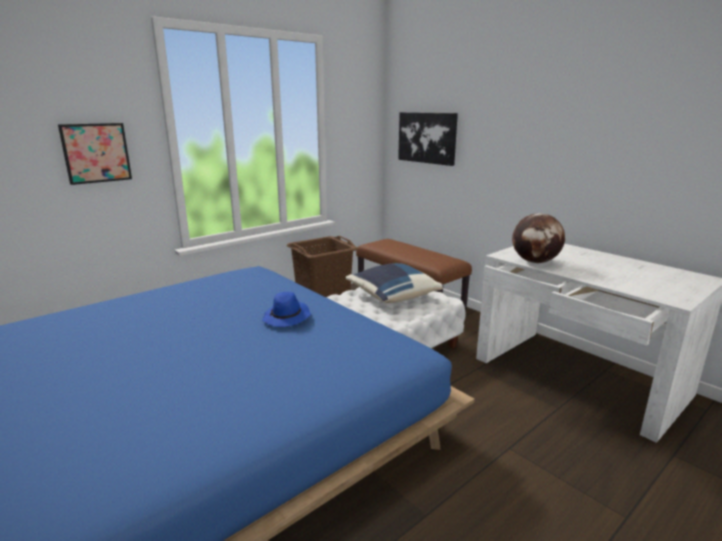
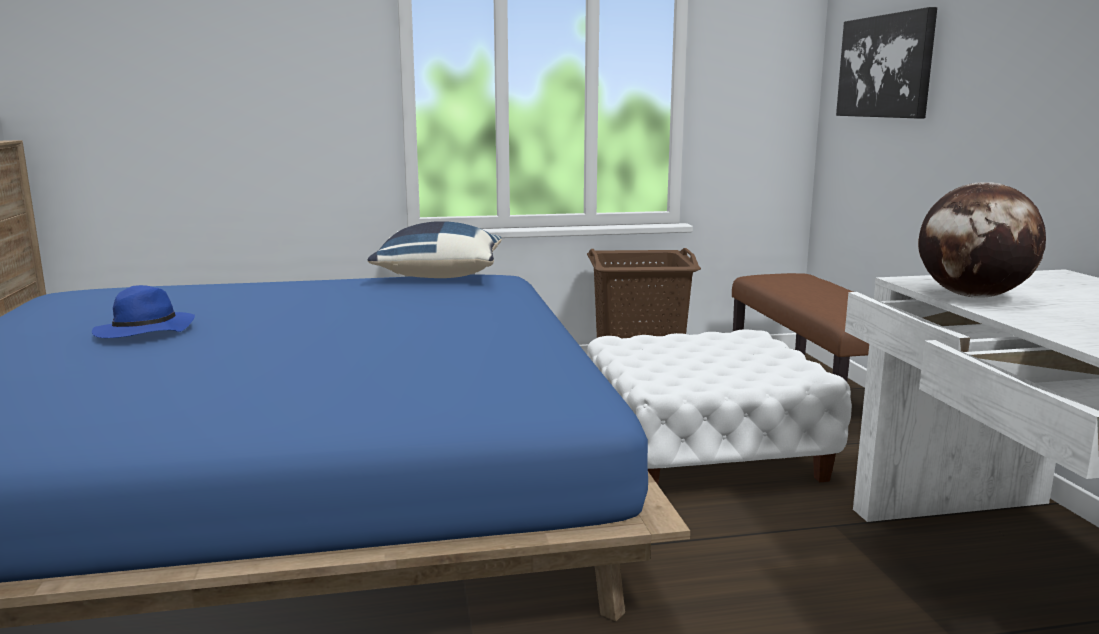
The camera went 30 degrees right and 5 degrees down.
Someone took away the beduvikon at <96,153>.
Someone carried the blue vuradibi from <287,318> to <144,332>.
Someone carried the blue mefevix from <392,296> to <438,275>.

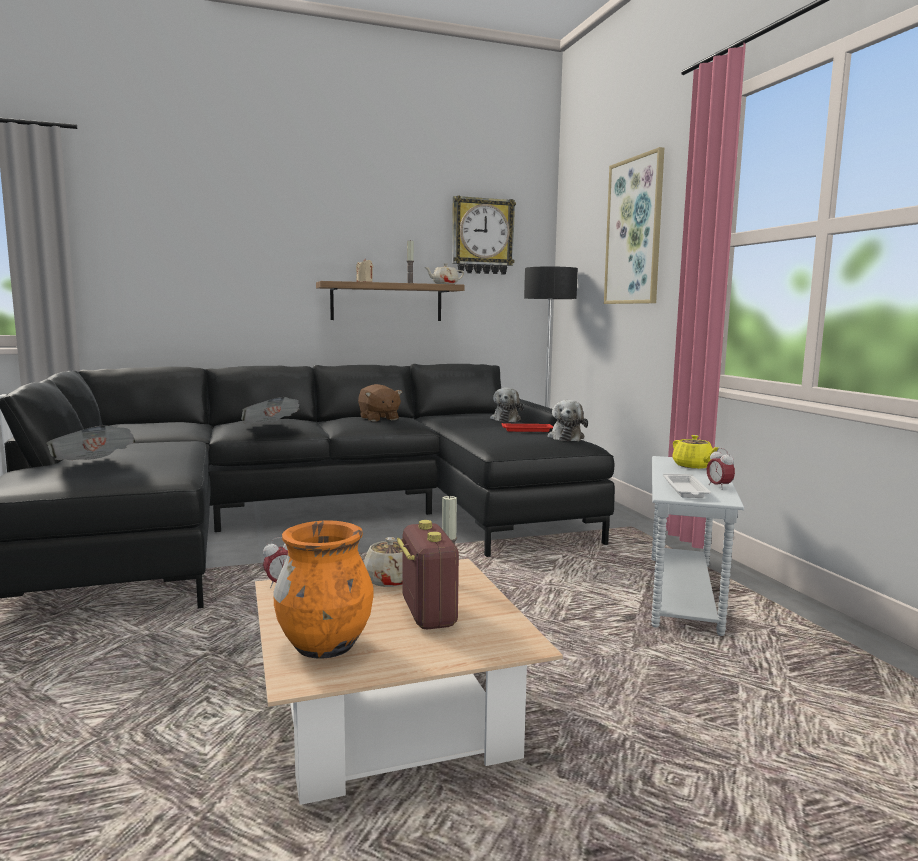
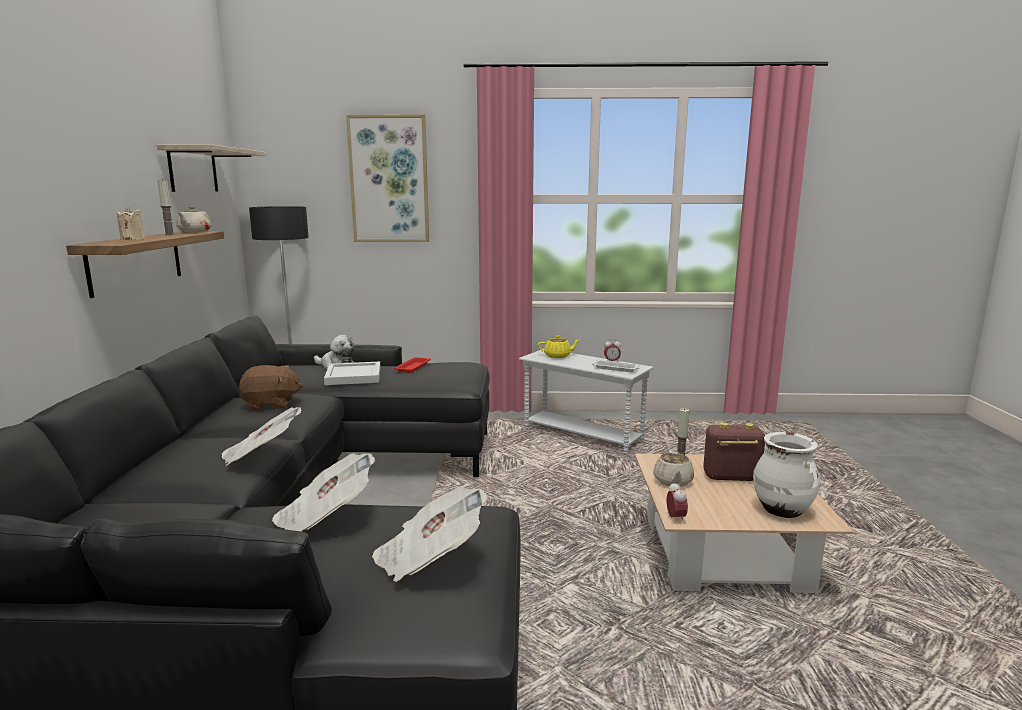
The camera went 70 degrees left and 5 degrees up.
Someone took away the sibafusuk at <566,437>.
Someone put down the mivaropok at <325,517>.
Someone put down the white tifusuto at <352,376>.
Someone swapped the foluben at <482,236> for the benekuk at <193,170>.
Someone repainted the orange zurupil at <325,646>, which became the white zurupil at <781,510>.

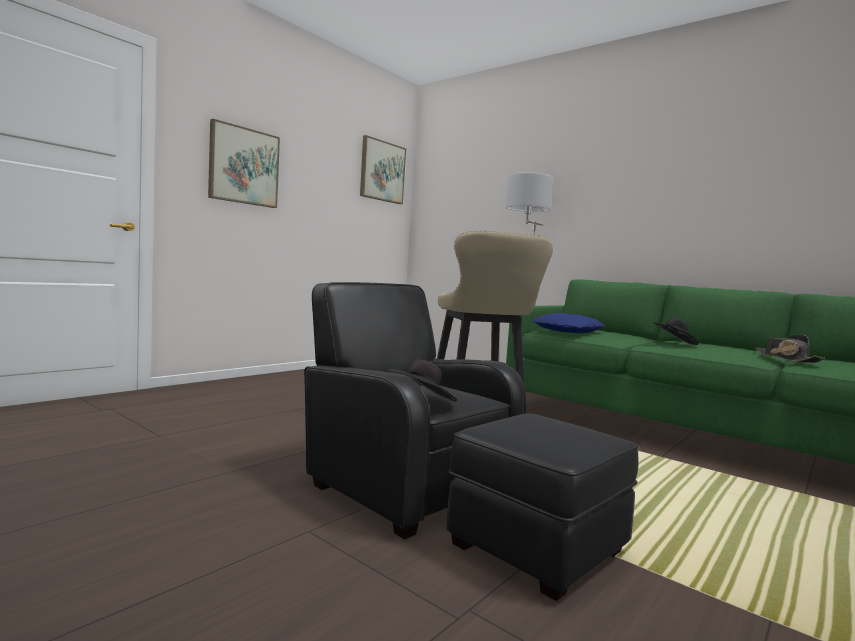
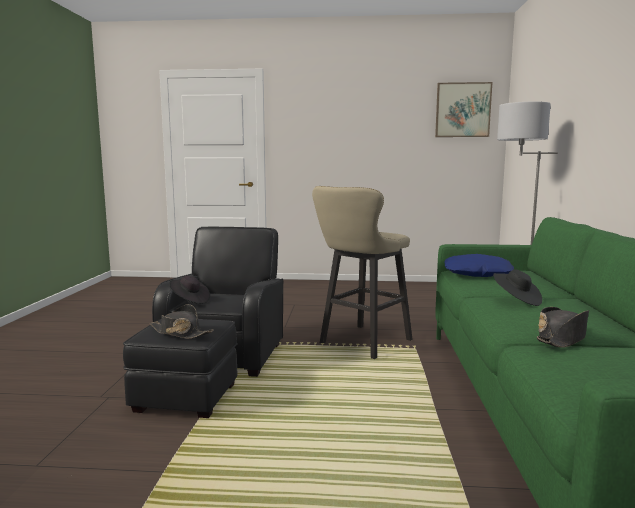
The camera went 55 degrees right and 5 degrees up.
Someone took away the beduvikon at <244,166>.
Someone put down the black vuradibi at <180,333>.

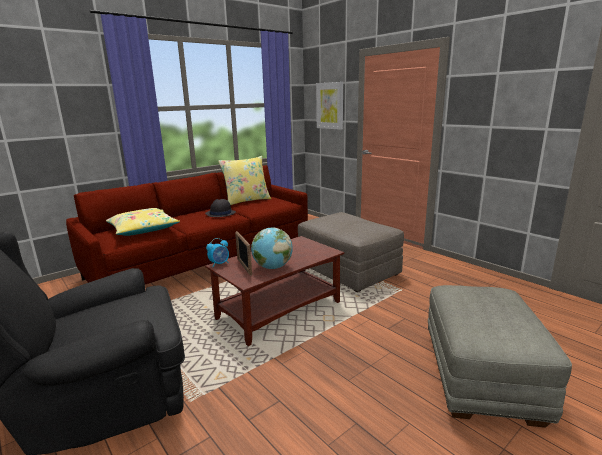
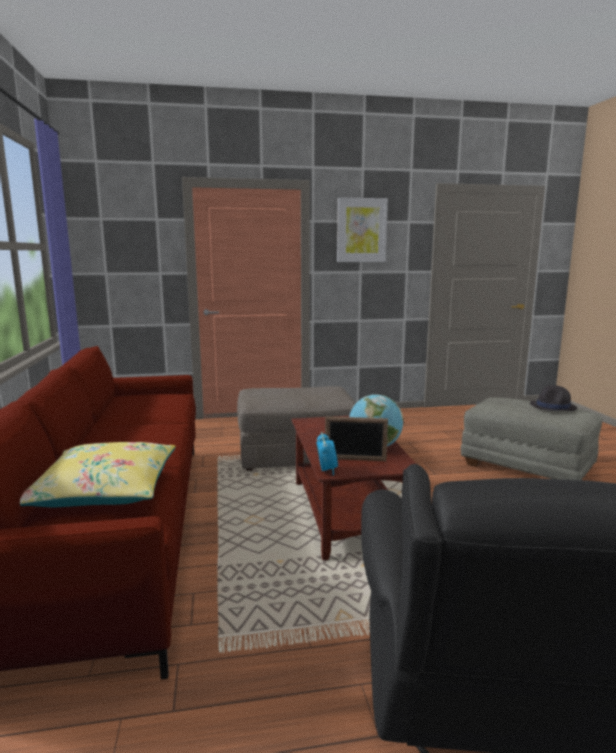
The camera went 60 degrees left and 5 degrees down.
Someone took away the yellow mefevix at <246,200>.
Someone carried the black vuradibi from <220,213> to <553,406>.
Someone carried the beduvikon from <330,106> to <361,230>.

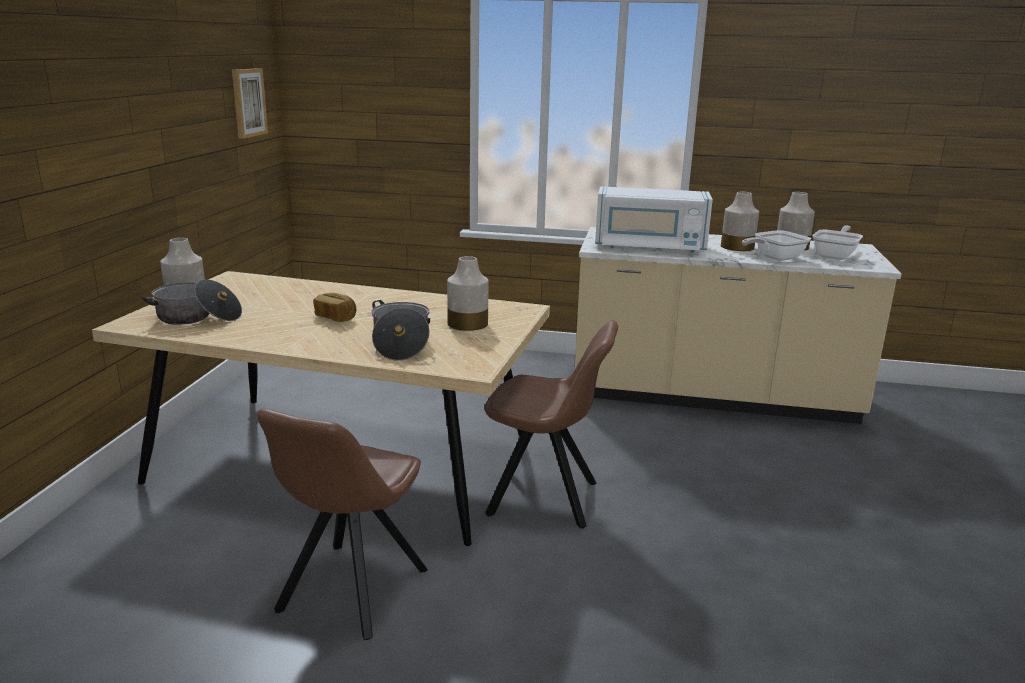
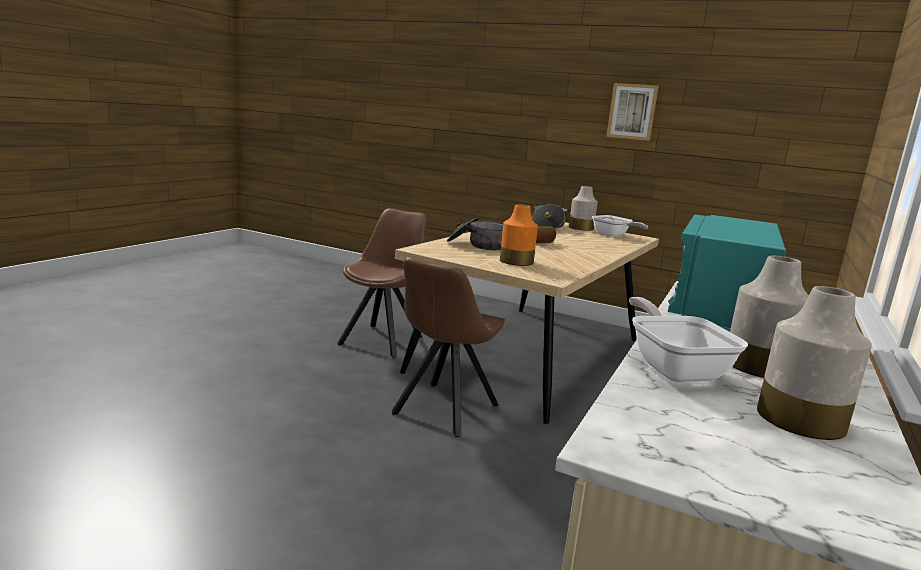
The camera went 105 degrees right and 5 degrees down.
Someone carried the beduvikon from <248,102> to <632,111>.
Someone carried the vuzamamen from <835,255> to <613,235>.
Someone repainted the beige zurupil at <467,323>, which became the orange zurupil at <516,261>.
Someone repainted the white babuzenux at <649,247>, which became the turquoise babuzenux at <719,311>.
Someone rotated the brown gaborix at <351,590> by 75 degrees clockwise.

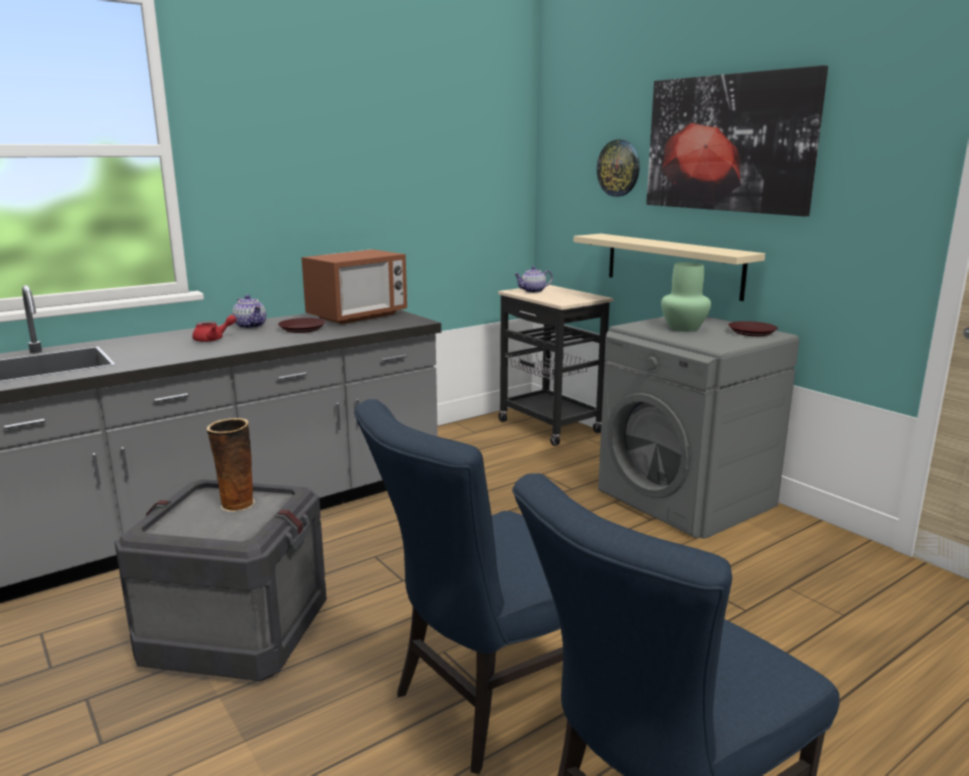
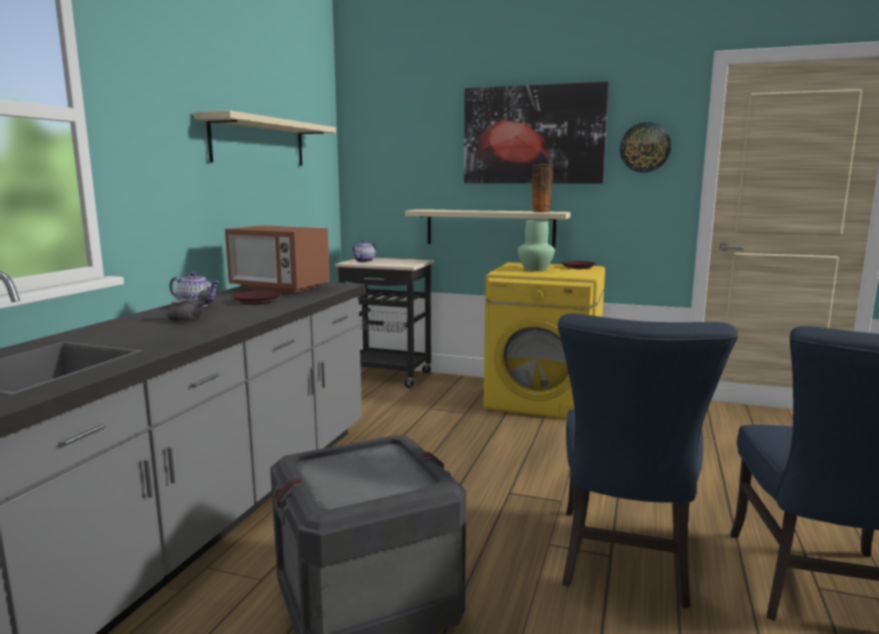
The camera went 35 degrees left and 5 degrees down.
Someone put up the beige benekuk at <259,142>.
Someone carried the zurupil from <236,505> to <541,212>.
Someone carried the foluben from <619,168> to <645,147>.
Someone repainted the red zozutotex at <213,339>, which became the grey zozutotex at <189,318>.
Someone repainted the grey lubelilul at <683,498>, which became the yellow lubelilul at <543,400>.
Someone rotated the babuzenux at <357,316> by 105 degrees clockwise.

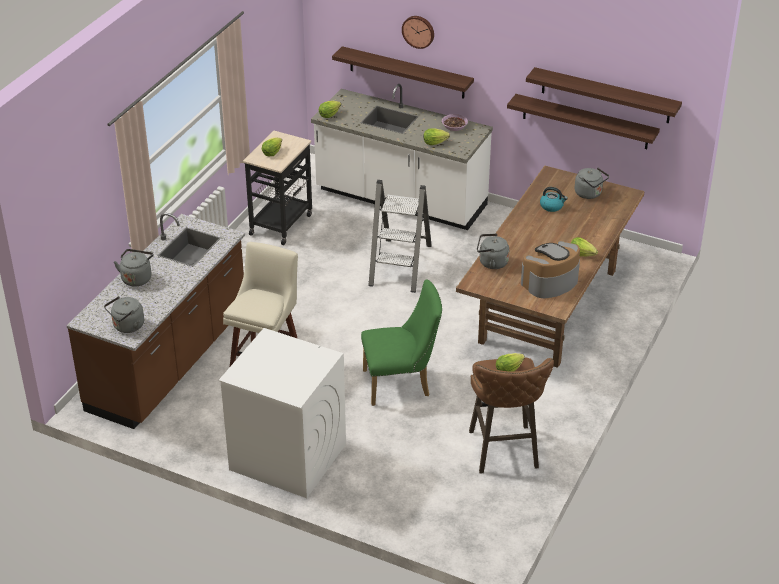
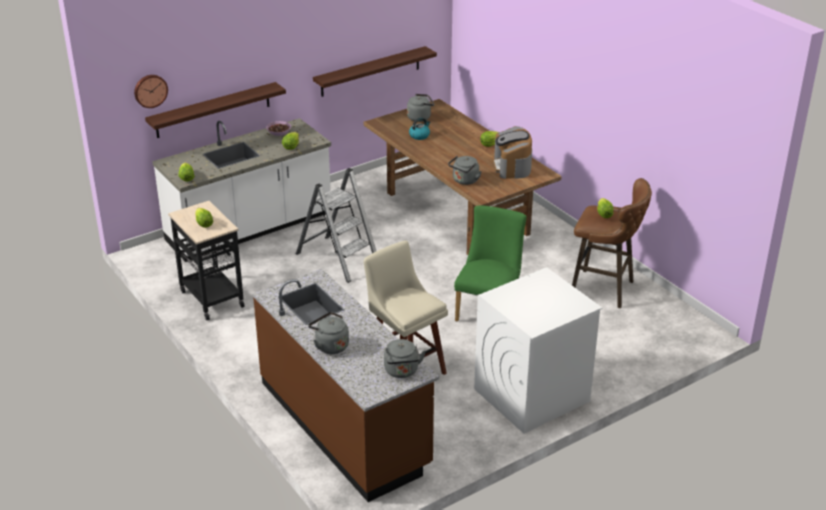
The camera went 60 degrees left and 5 degrees down.
Someone took away the benekuk at <605,95>.
Someone carried the foluben from <418,31> to <150,90>.

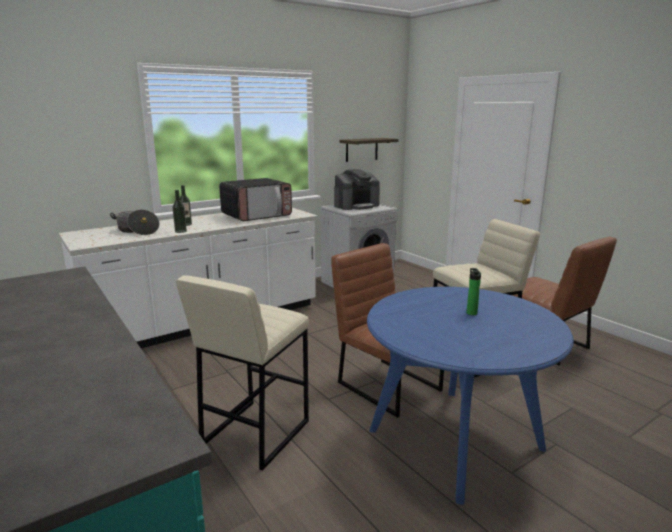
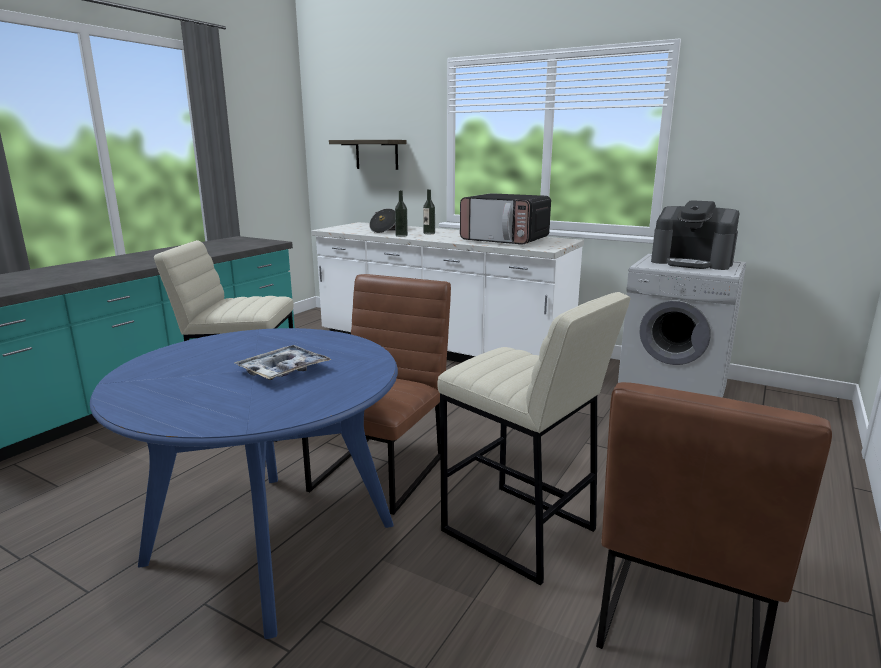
The camera went 65 degrees right and 0 degrees up.
Someone carried the benekuk from <361,149> to <376,154>.
Someone swapped the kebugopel at <471,312> for the tifusuto at <283,370>.

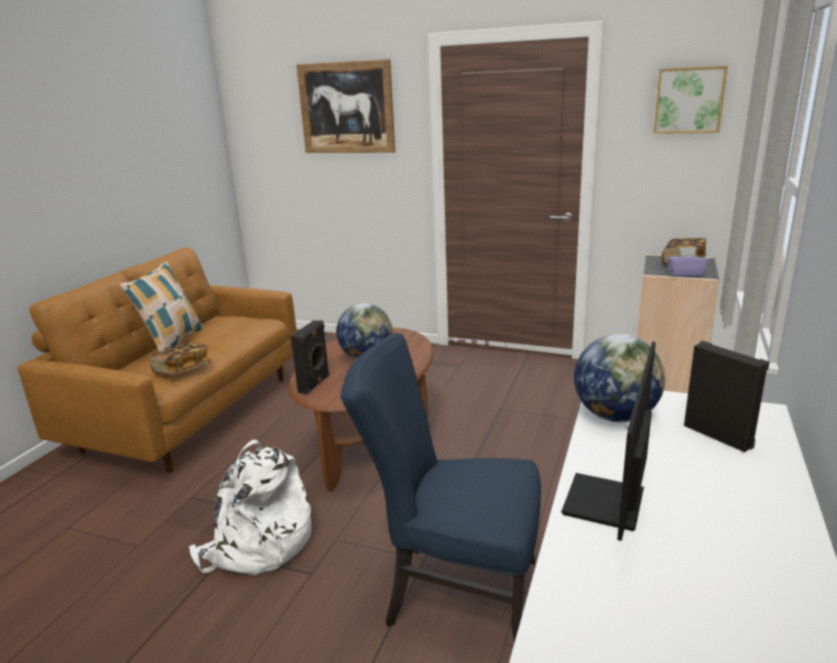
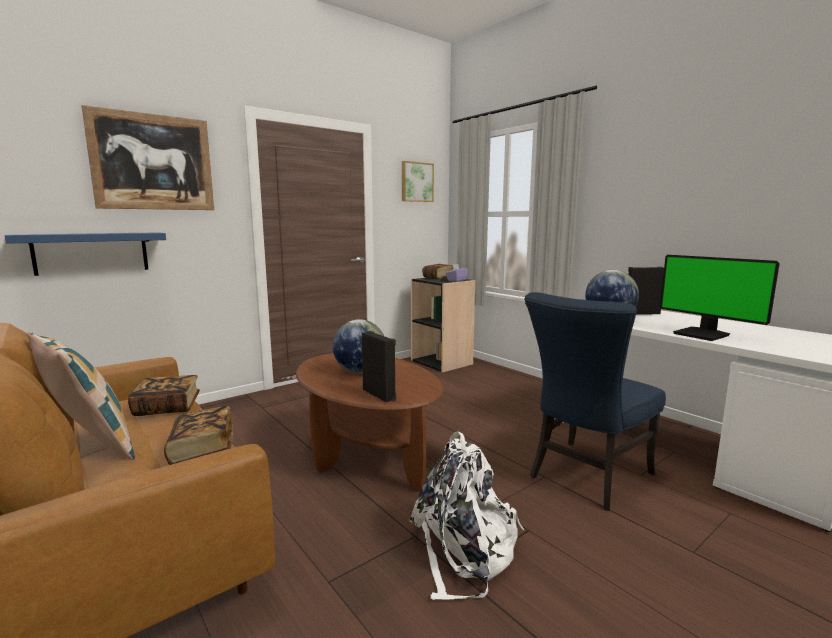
The camera went 60 degrees left and 10 degrees down.
Someone put up the blue benekuk at <92,253>.
Someone put down the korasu at <167,408>.

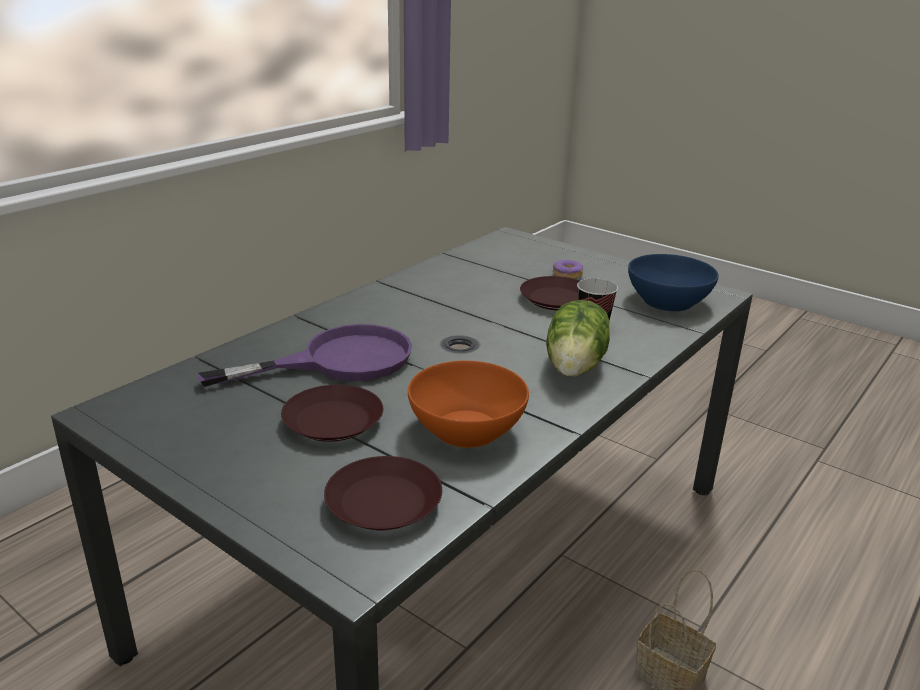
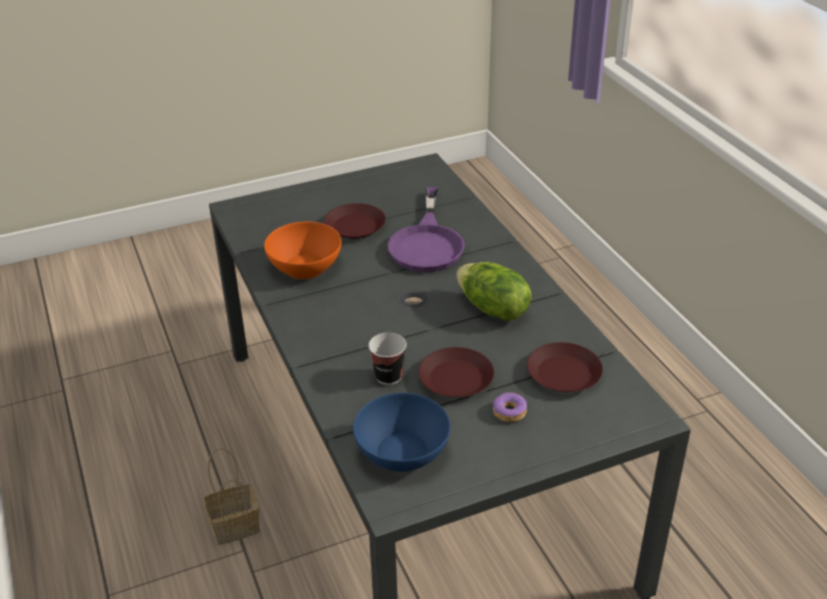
The camera went 120 degrees right and 10 degrees up.
Someone carried the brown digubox from <383,502> to <564,374>.
Someone carried the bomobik from <576,366> to <492,309>.

